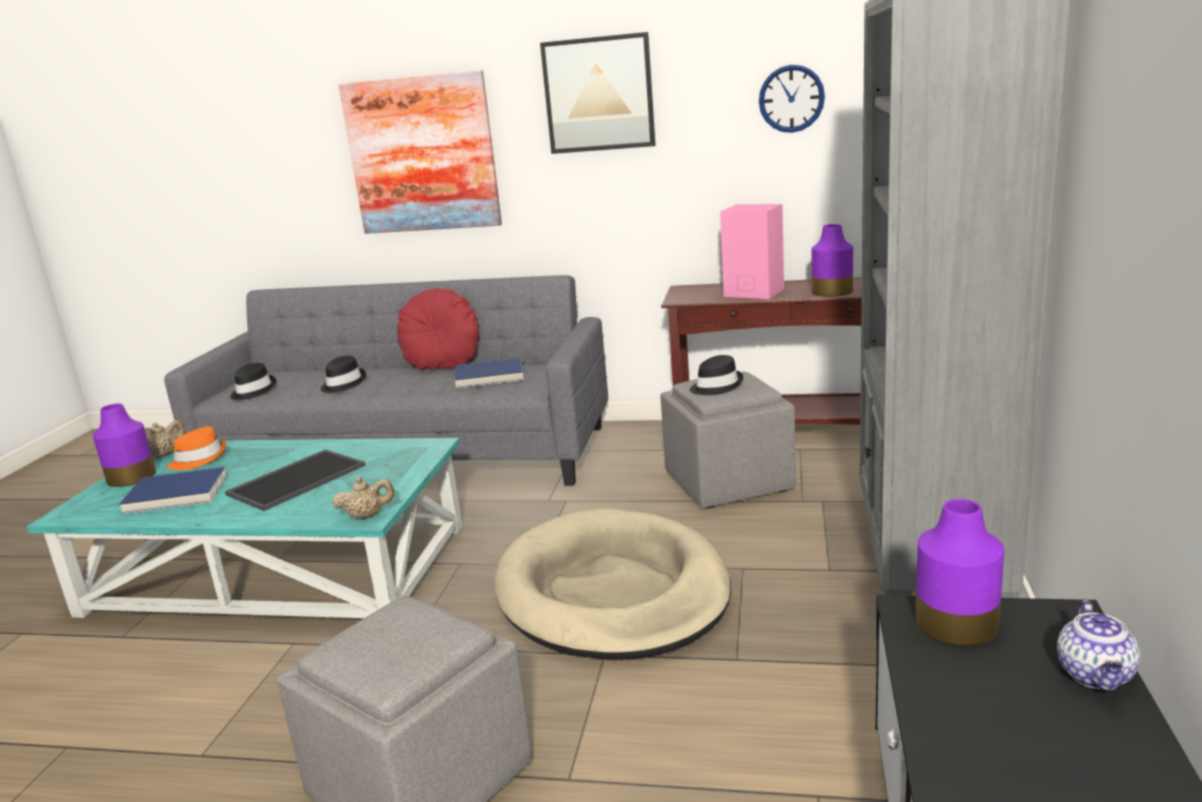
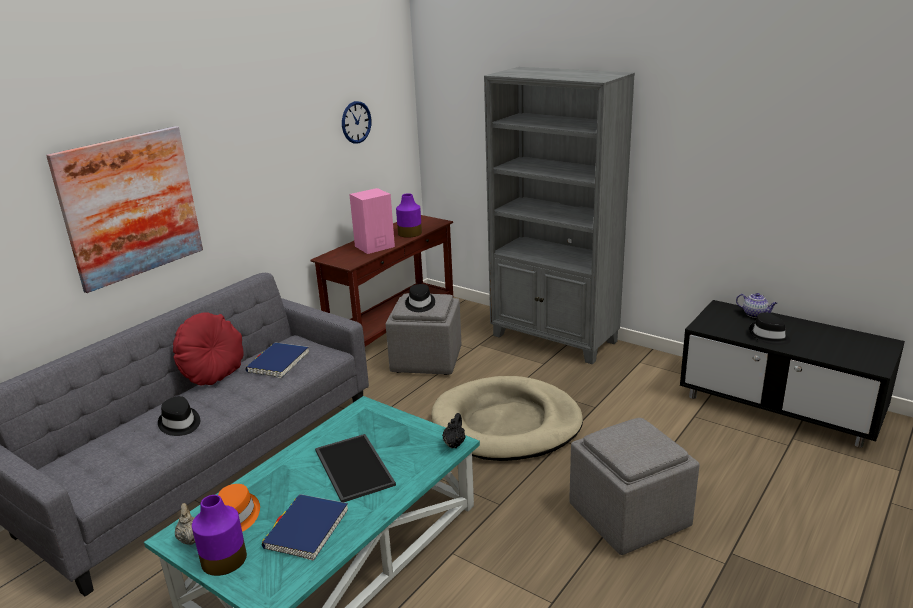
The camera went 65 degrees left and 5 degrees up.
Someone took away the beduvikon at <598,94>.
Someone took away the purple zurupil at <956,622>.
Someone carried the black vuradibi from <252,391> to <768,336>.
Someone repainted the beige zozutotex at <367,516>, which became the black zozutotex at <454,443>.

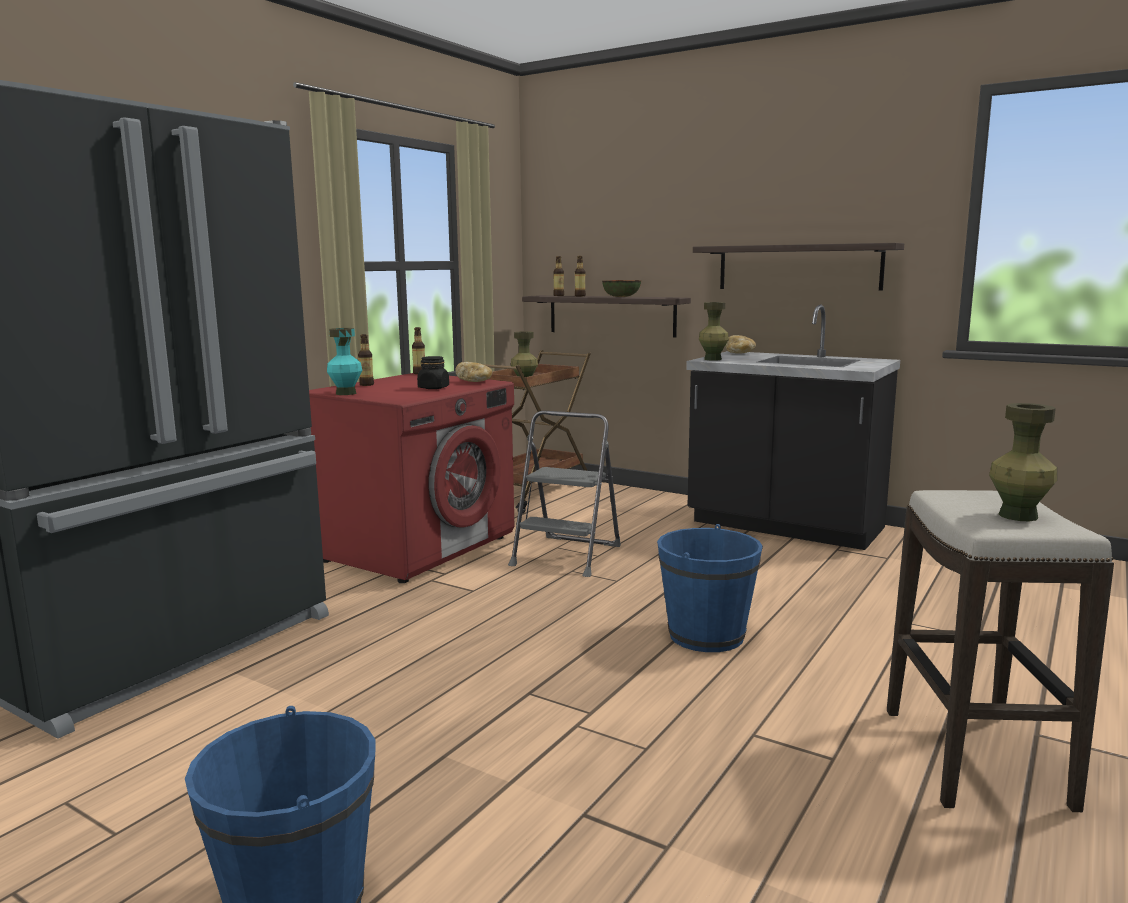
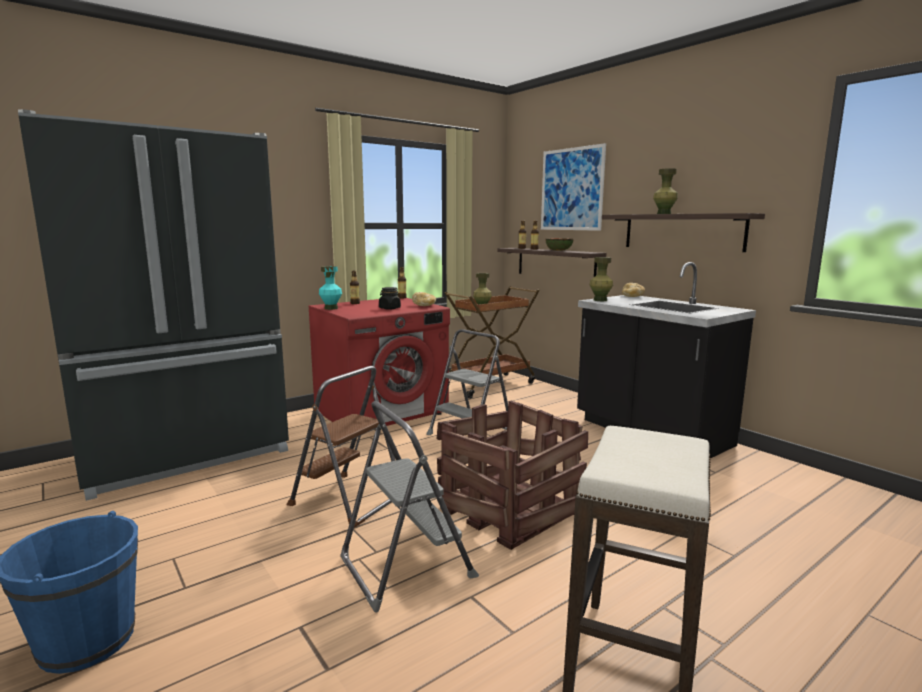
The camera went 20 degrees right and 0 degrees up.
Someone put down the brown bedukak at <350,501>.
Someone put down the grey bedukak at <401,567>.
Someone put up the beduvikon at <571,189>.
Someone carried the green zurupil from <1018,516> to <664,214>.
Someone swapped the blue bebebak at <706,635> for the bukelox at <510,510>.

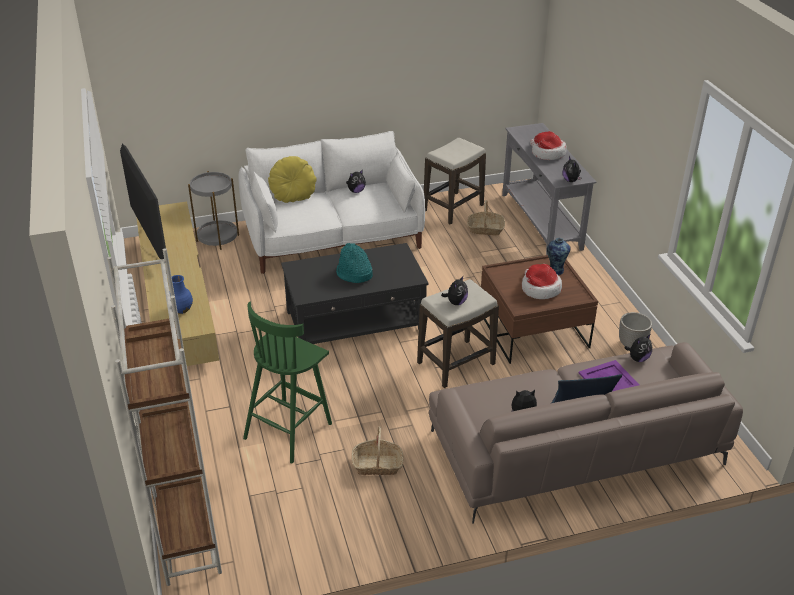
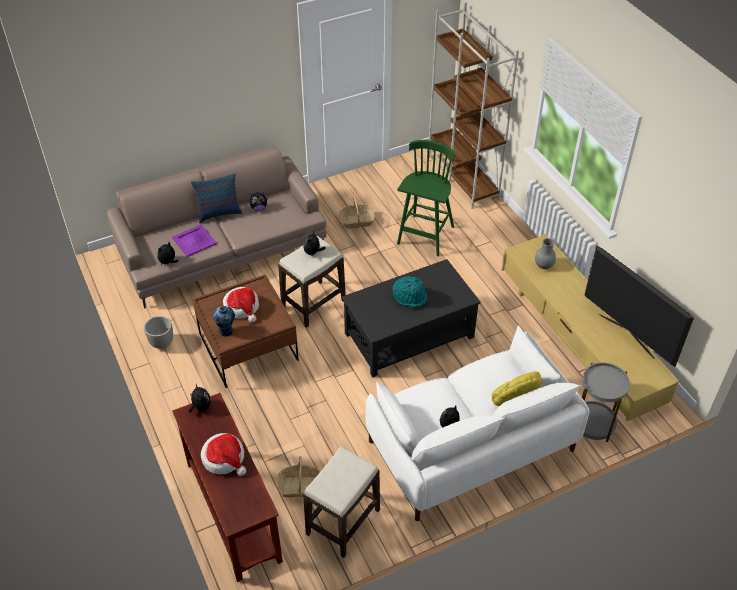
The camera went 170 degrees right and 10 degrees up.
Someone repainted the blue zurupil at <181,310>, which became the grey zurupil at <543,265>.
Someone repainted the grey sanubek at <541,222>, which became the brown sanubek at <232,511>.

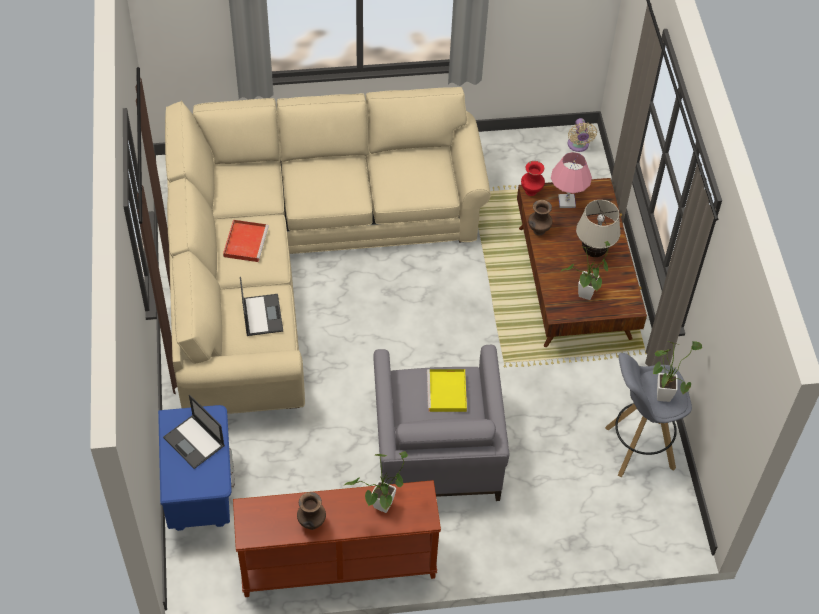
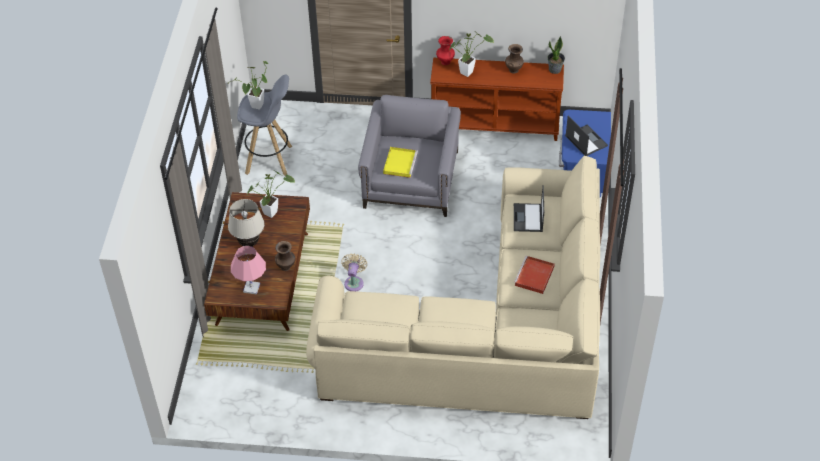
The camera went 165 degrees left and 5 degrees down.
Someone put down the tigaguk at <555,69>.
Someone carried the red zurupil from <531,191> to <445,62>.
Someone carried the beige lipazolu from <578,146> to <354,282>.

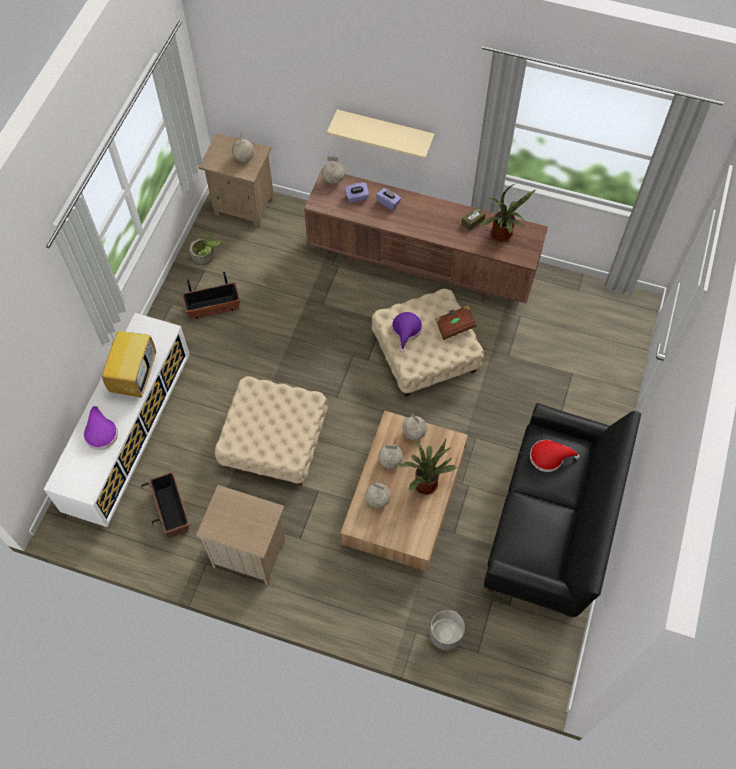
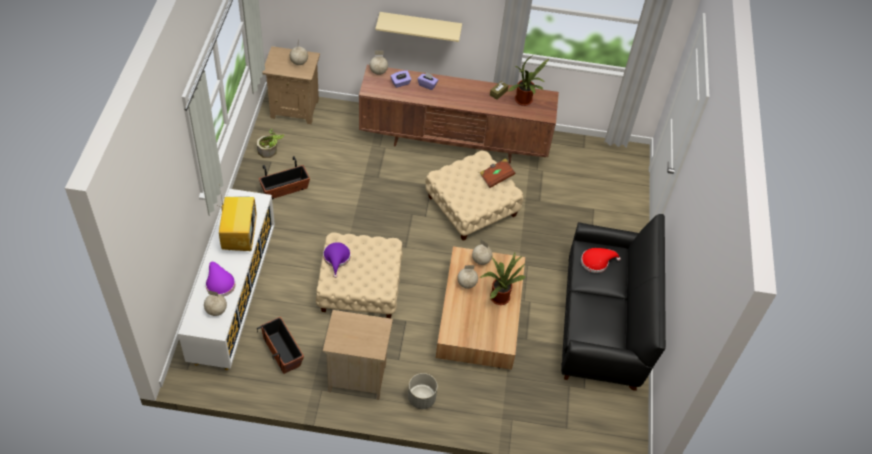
The camera went 15 degrees left and 10 degrees down.
Someone carried the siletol from <377,499> to <216,310>.
Someone carried the purple vuradibi from <406,330> to <337,259>.
Someone carried the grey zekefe from <445,635> to <421,398>.

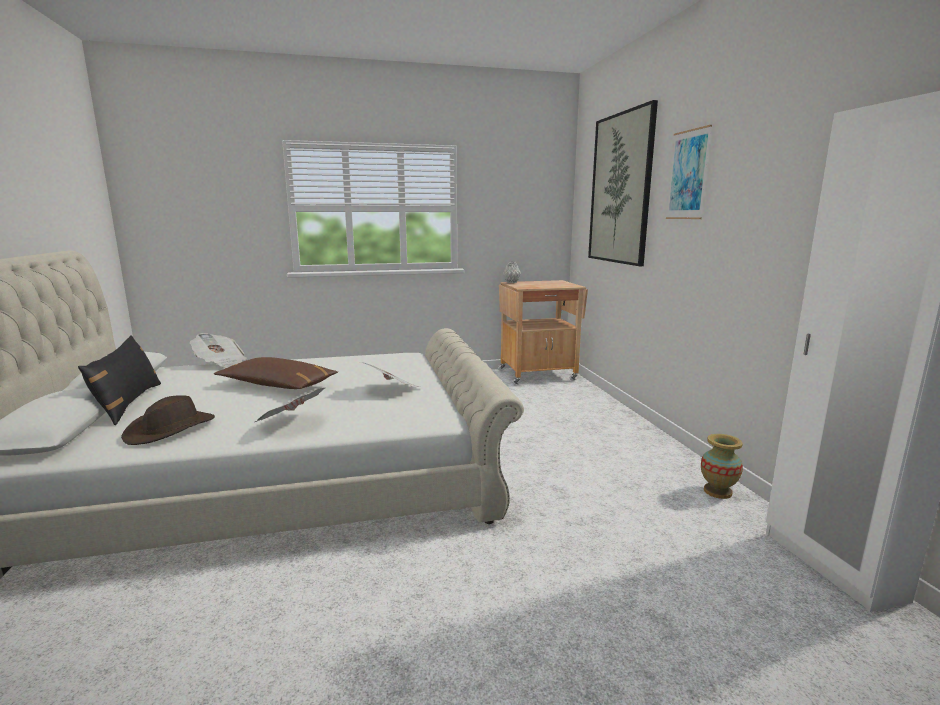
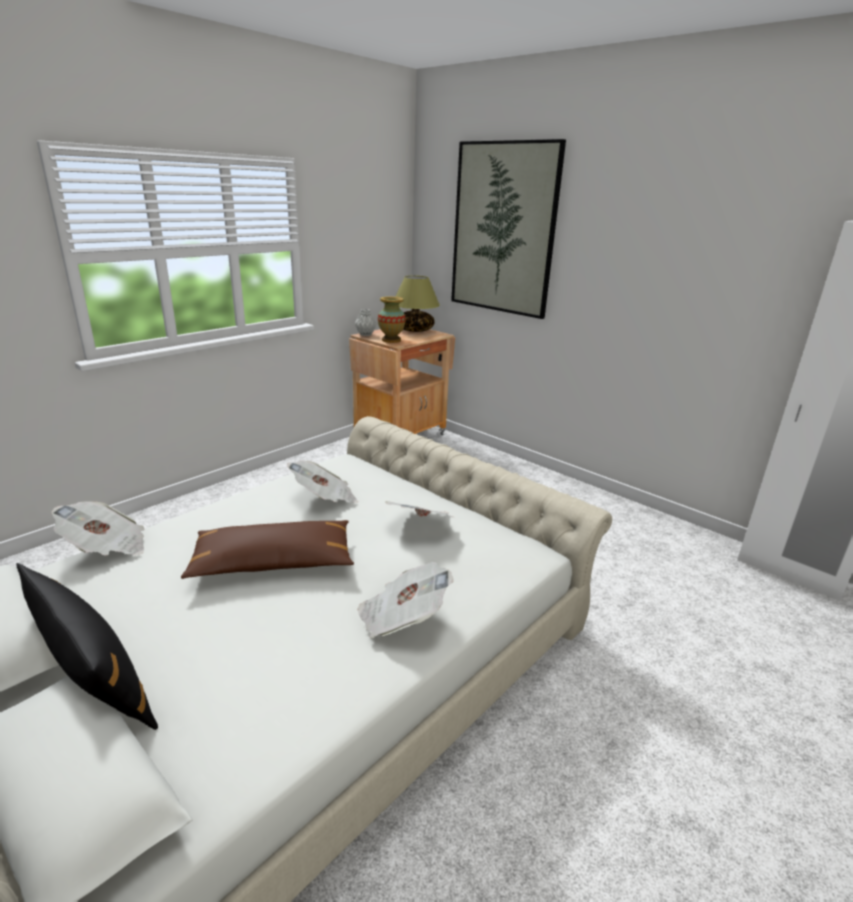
The camera went 35 degrees left and 10 degrees up.
Someone took away the brown vuradibi at <171,429>.
Someone took away the beduvikon at <688,175>.
Someone put down the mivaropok at <325,498>.
Someone put down the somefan at <415,330>.
Someone carried the zurupil from <717,492> to <391,340>.

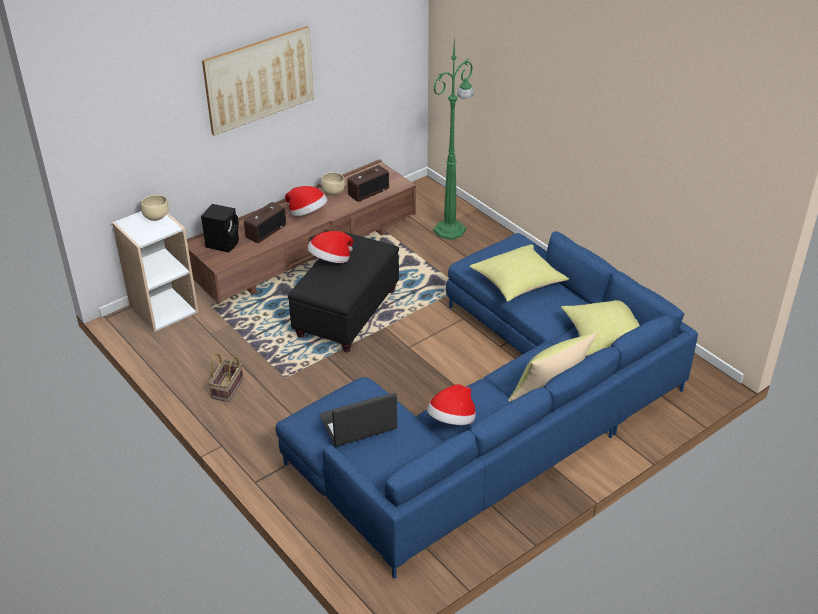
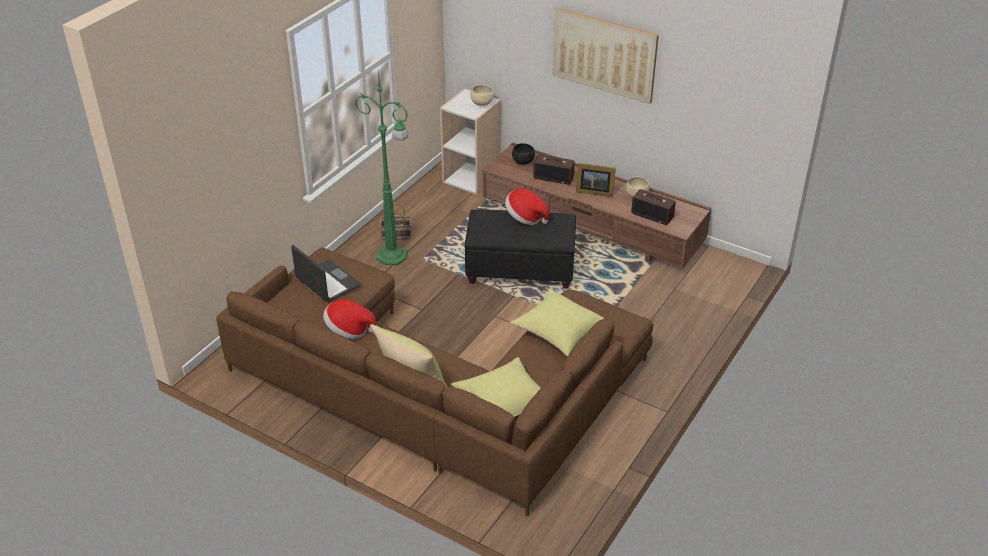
The camera went 70 degrees right and 0 degrees up.
Someone carried the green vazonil from <451,229> to <393,256>.
Someone swapped the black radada at <223,243> for the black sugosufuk at <523,162>.
Someone swapped the vuradibi at <307,214> for the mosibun at <593,191>.
Someone repainted the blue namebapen at <499,412>, which became the brown namebapen at <436,389>.

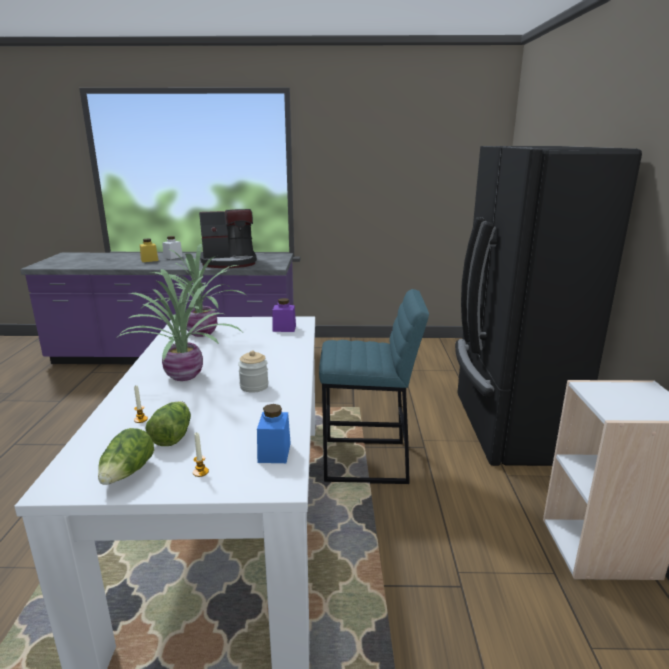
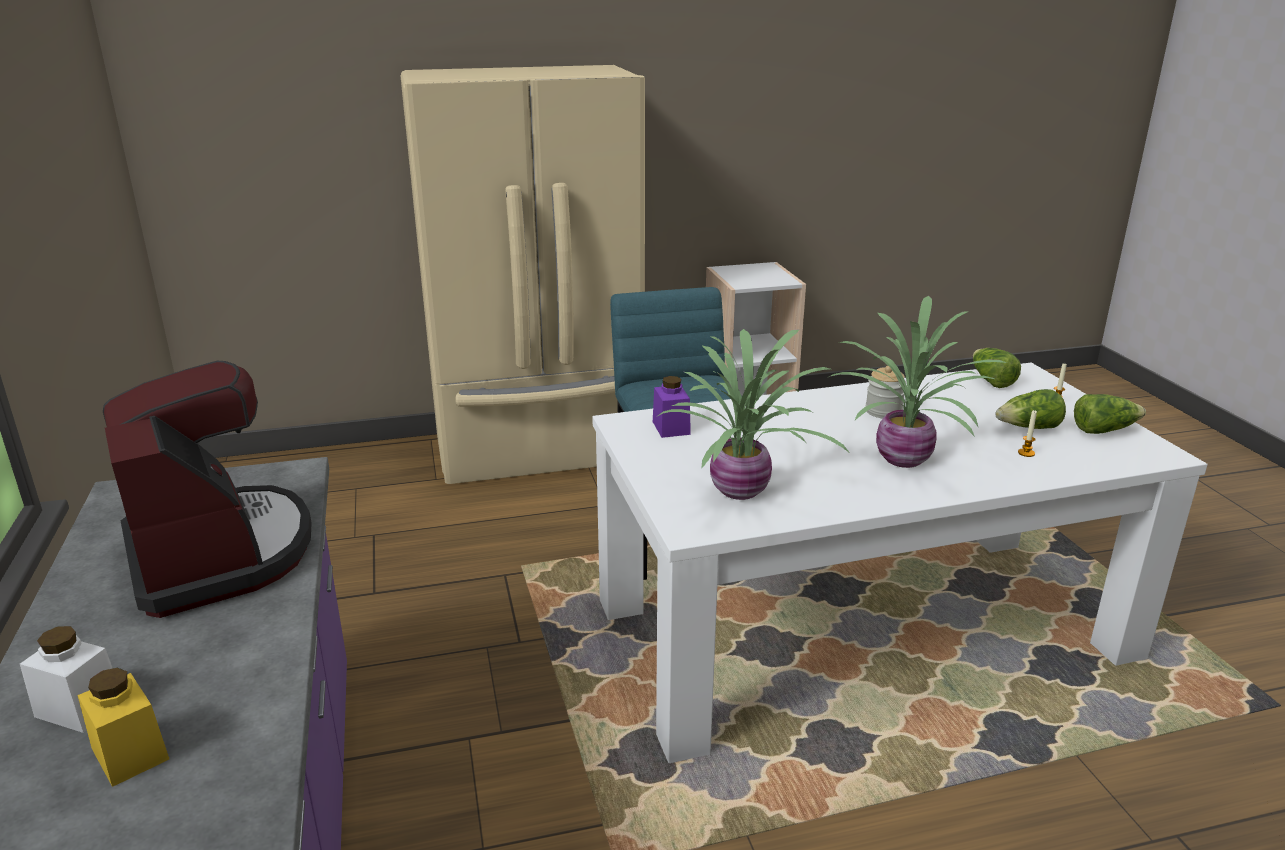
The camera went 105 degrees left and 5 degrees up.
Someone swapped the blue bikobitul at <274,452> for the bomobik at <991,380>.
Someone repainted the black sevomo at <504,425>, which became the beige sevomo at <541,452>.

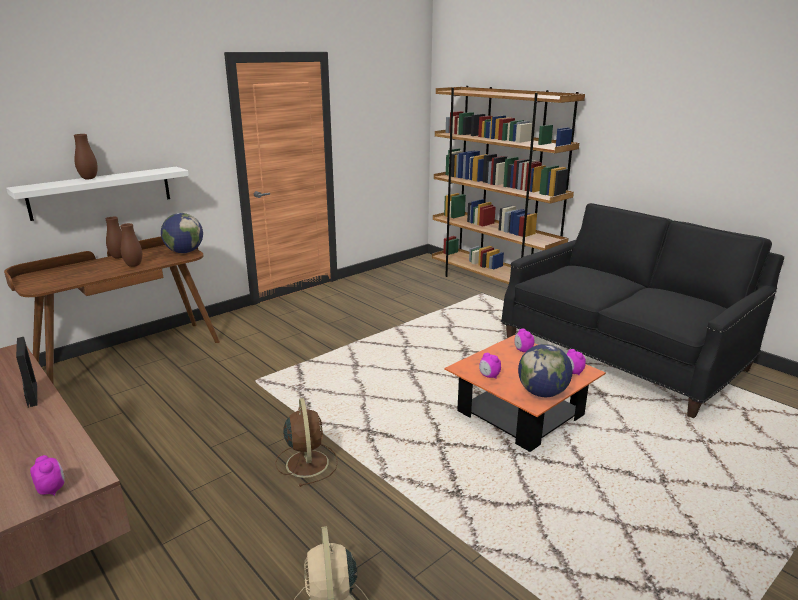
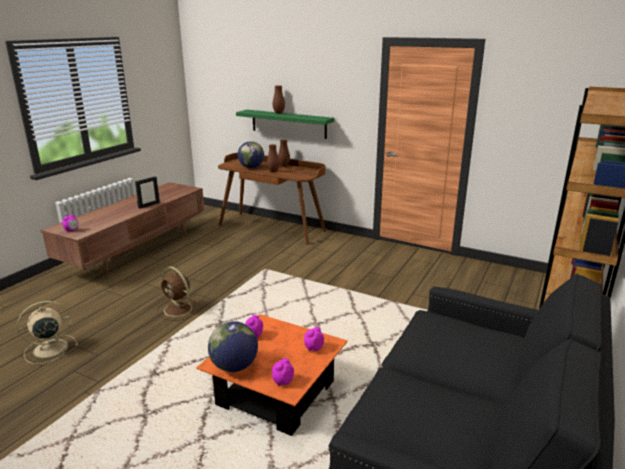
The camera went 70 degrees right and 0 degrees up.
Someone carried the siletol from <184,252> to <251,167>.
Someone repainted the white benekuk at <101,192>, which became the green benekuk at <288,124>.
Someone rotated the brown lipazolu at <307,462> by 75 degrees clockwise.

